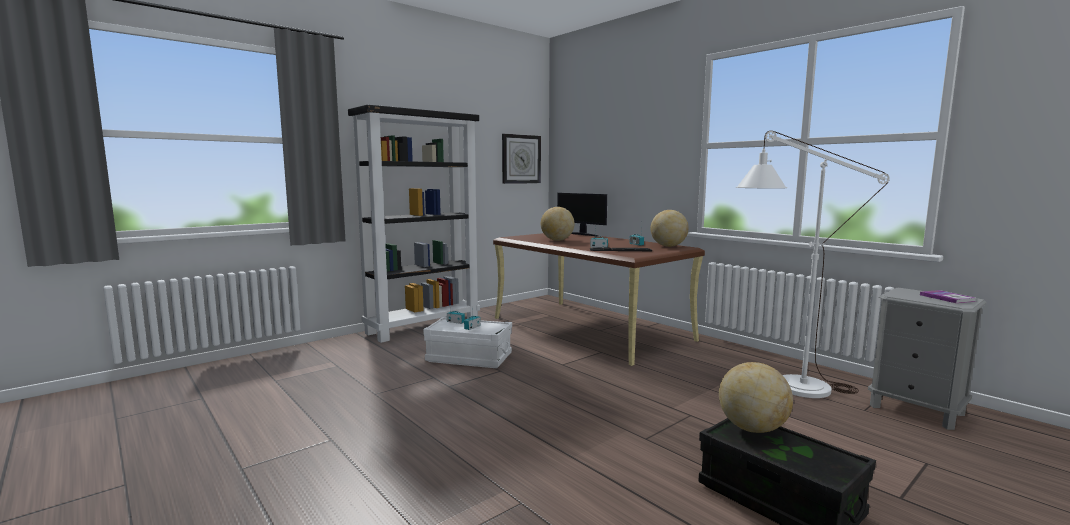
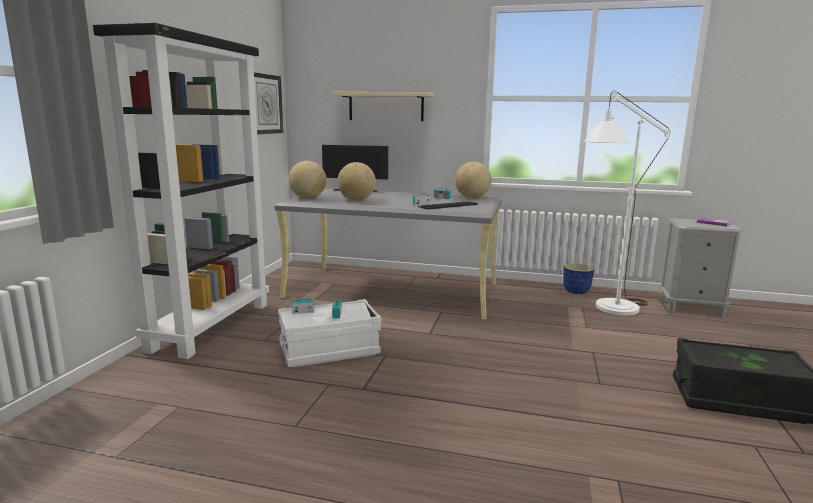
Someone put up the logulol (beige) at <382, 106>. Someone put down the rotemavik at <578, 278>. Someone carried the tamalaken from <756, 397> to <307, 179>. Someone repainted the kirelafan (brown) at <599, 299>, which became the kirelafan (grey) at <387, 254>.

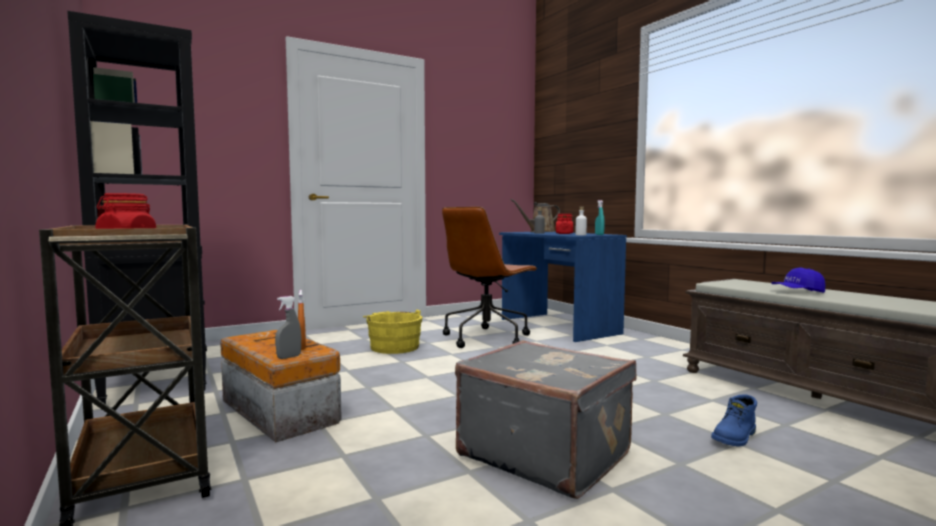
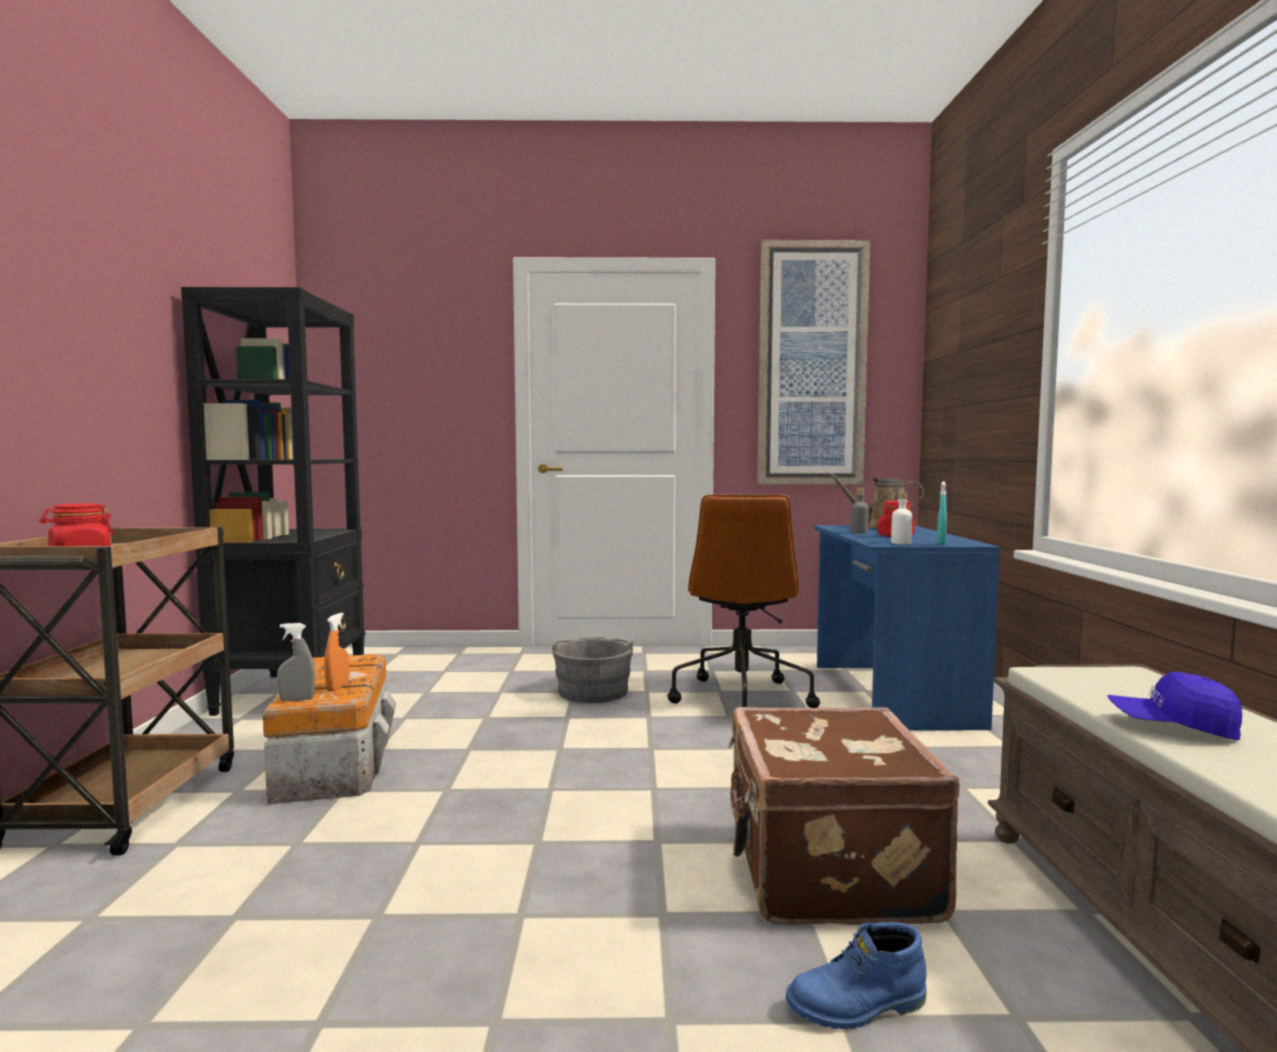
Someone took away the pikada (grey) at <546, 419>. Someone put down the pikada (brown) at <844, 816>. Someone put up the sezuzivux at <813, 362>. Someone repainted the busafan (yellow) at <392, 332>, which became the busafan (grey) at <593, 670>. Someone rotated the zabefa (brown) at <490, 277> by 60 degrees counterclockwise.

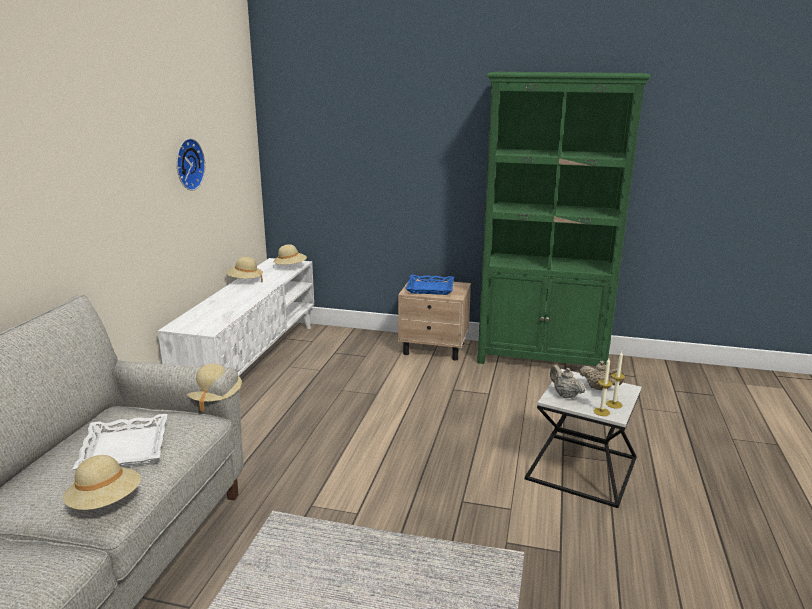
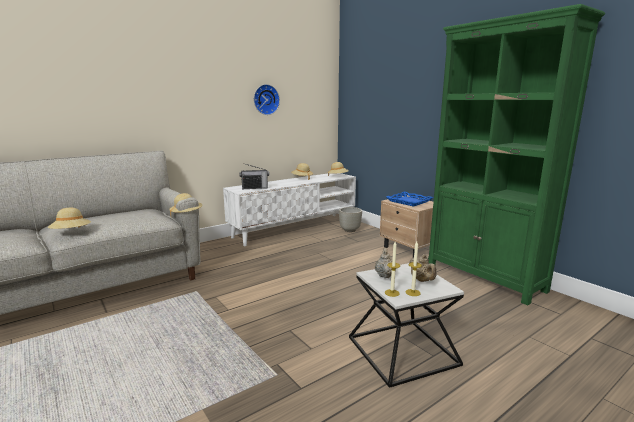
Someone took away the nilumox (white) at <120, 442>. Someone put down the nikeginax at <254, 176>. Someone put down the rotemavik (grey) at <350, 219>.

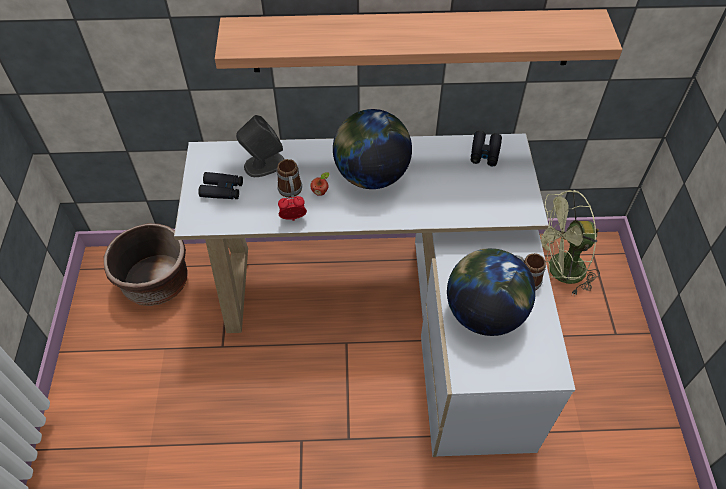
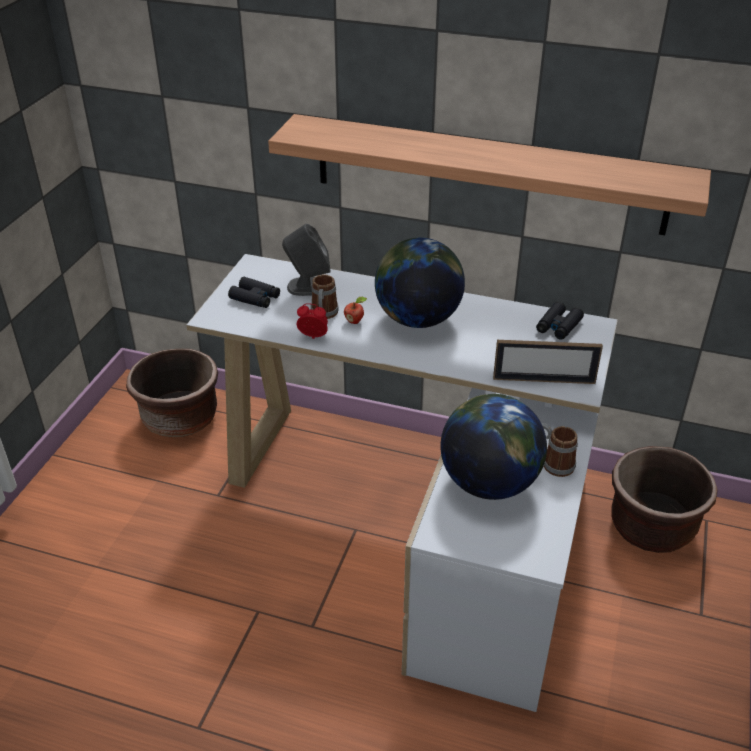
Someone put down the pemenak at <548, 362>. Someone swapped the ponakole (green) at <570, 243> for the rotemavik (brown) at <664, 499>.

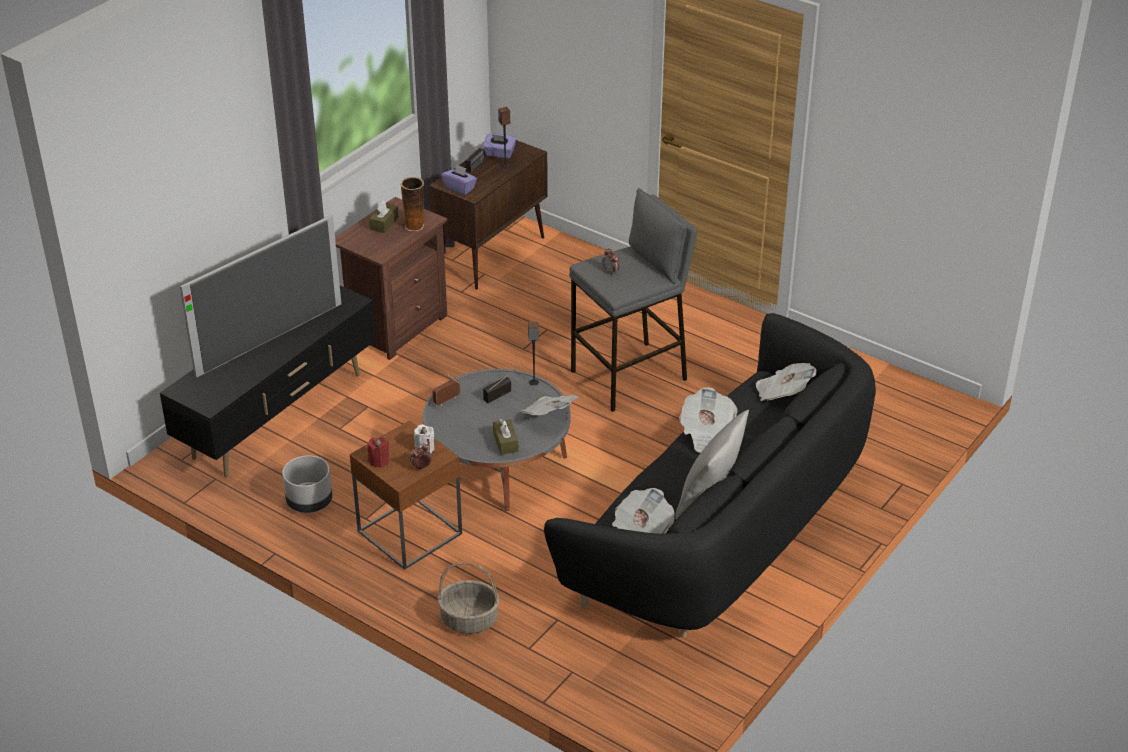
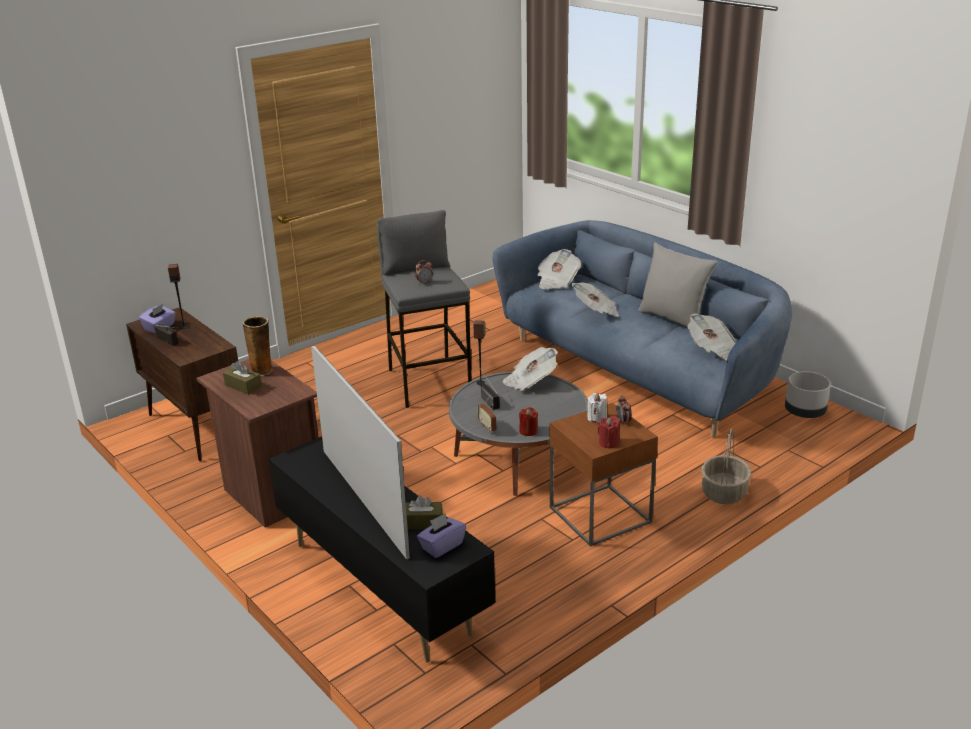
Someone put down the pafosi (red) at <528, 421>. Someone carried the rotemavik (grey) from <307, 484> to <808, 394>. Someone carried the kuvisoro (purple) from <459, 179> to <441, 535>. Someone carried the kuvisoro (brown) from <506, 437> to <424, 512>. Someone repainted the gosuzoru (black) at <710, 475>, which became the gosuzoru (blue) at <642, 329>.

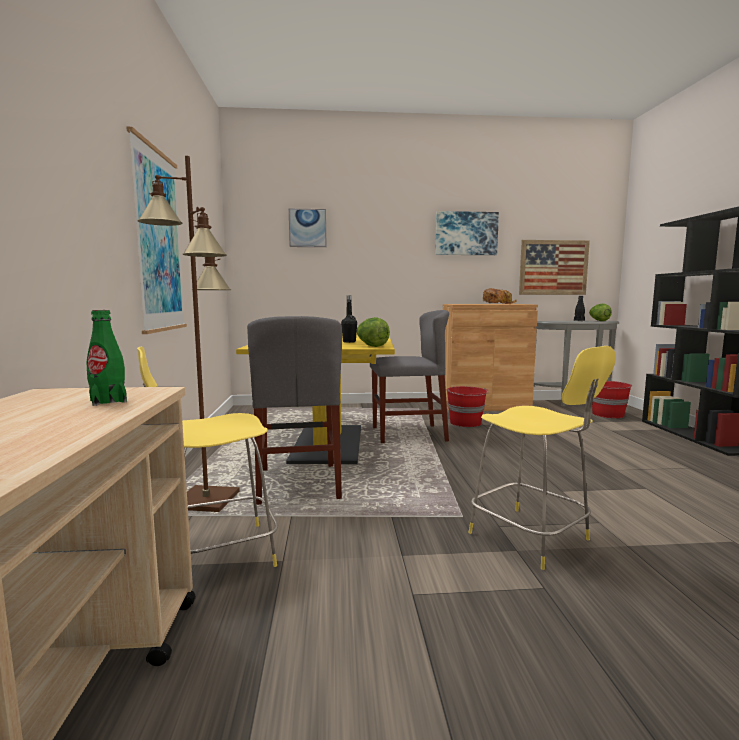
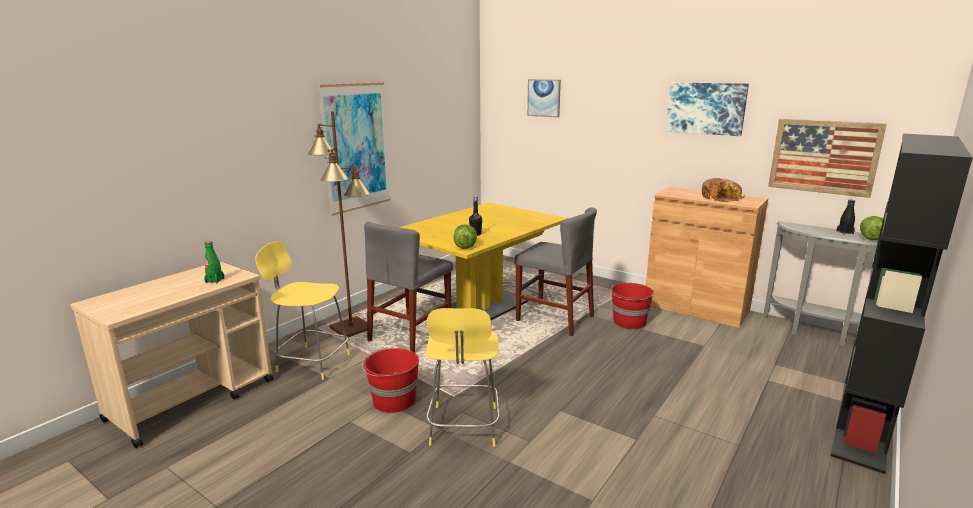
Someone carried the busafan (red) from <612, 399> to <390, 380>.

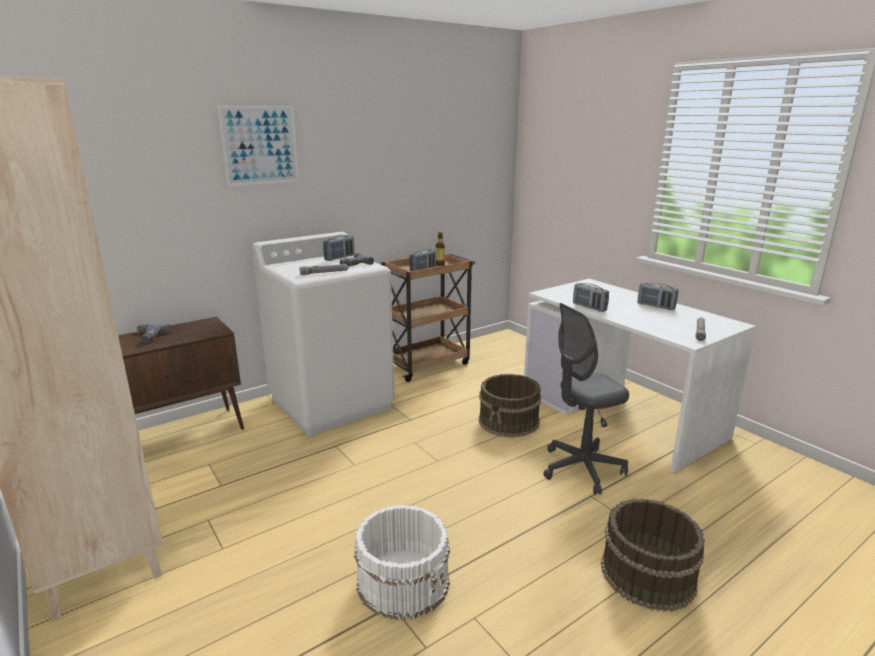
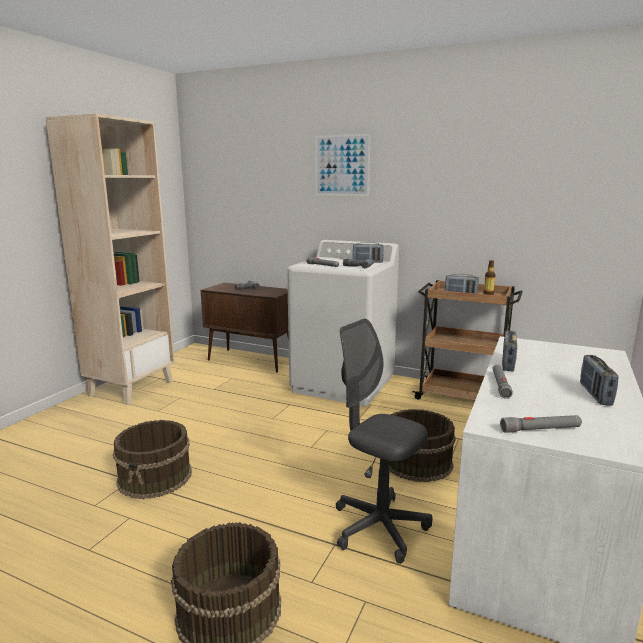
Someone put down the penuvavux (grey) at <502, 381>. Someone repainted the busafan (white) at <402, 562>, which became the busafan (brown) at <152, 459>.

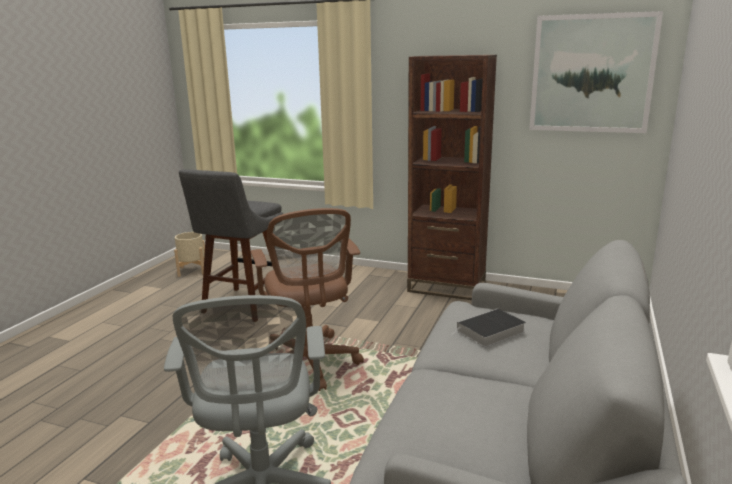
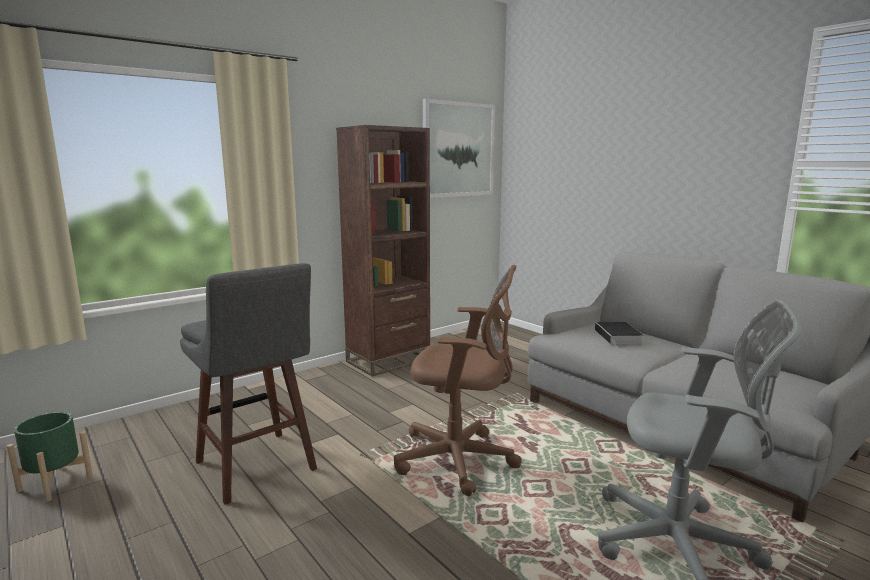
Someone repainted the rotemavik (beige) at <189, 254>, which became the rotemavik (green) at <50, 457>.

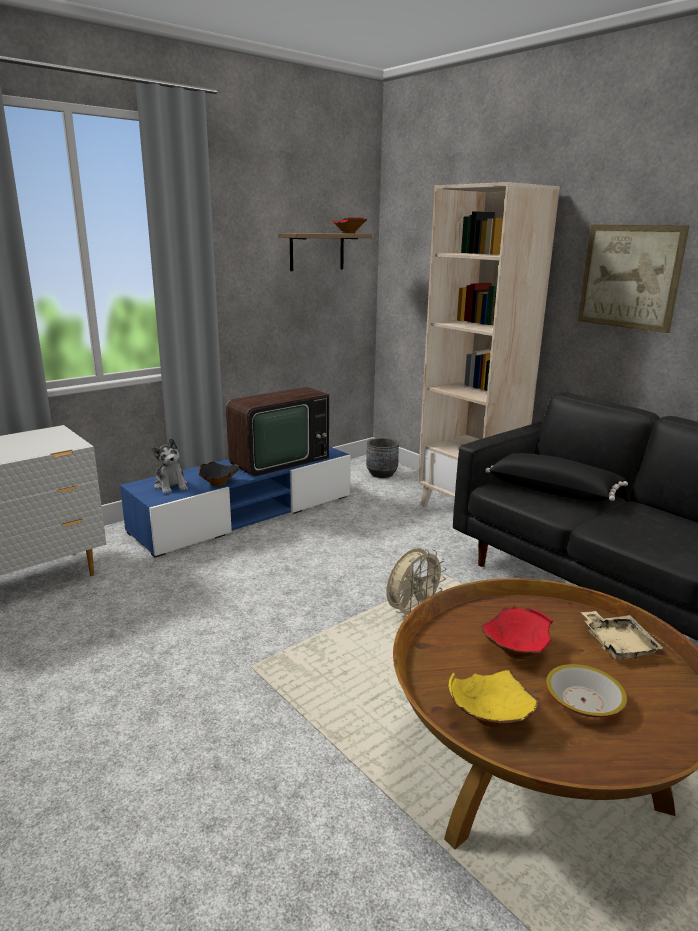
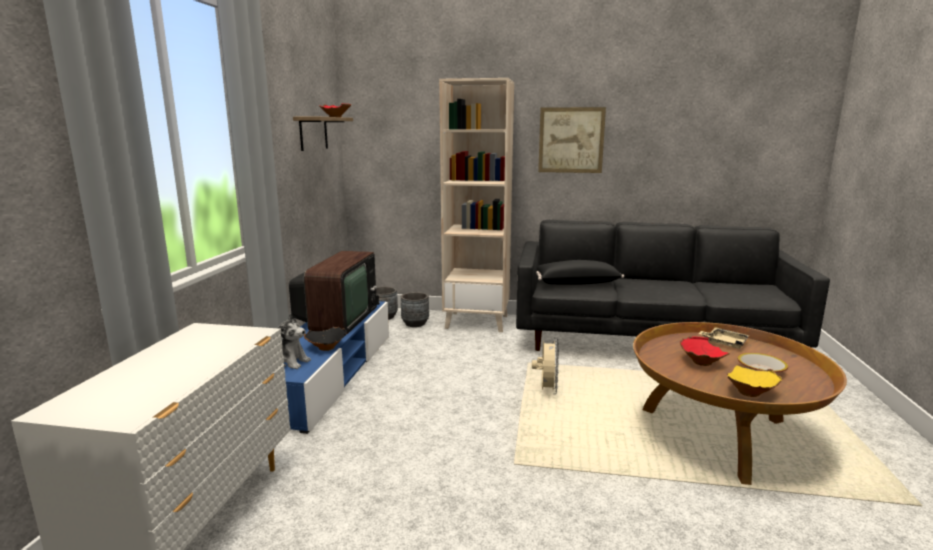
Someone put down the rotemavik (grey) at <415, 309>.

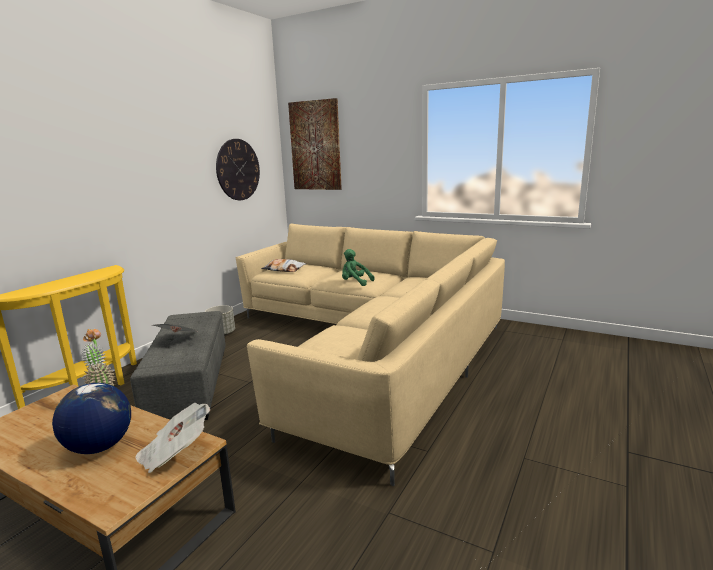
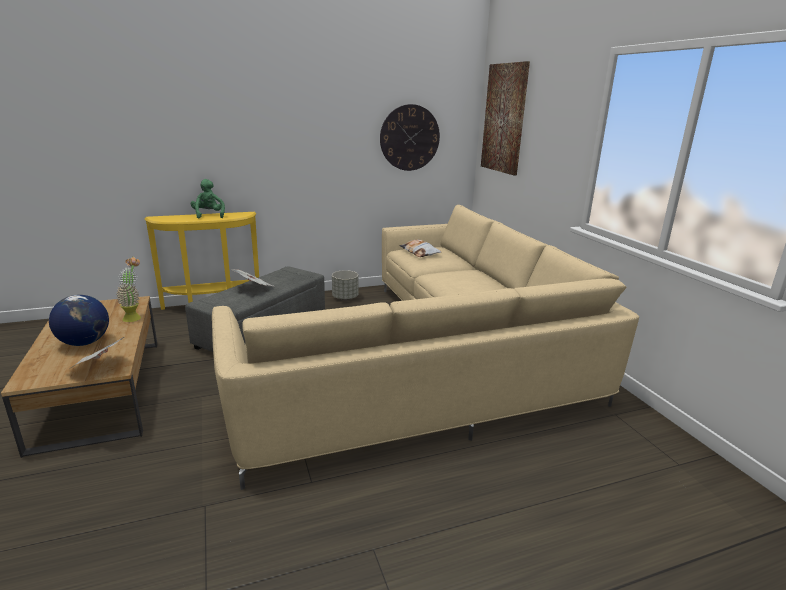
Someone carried the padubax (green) from <358, 267> to <208, 198>.

